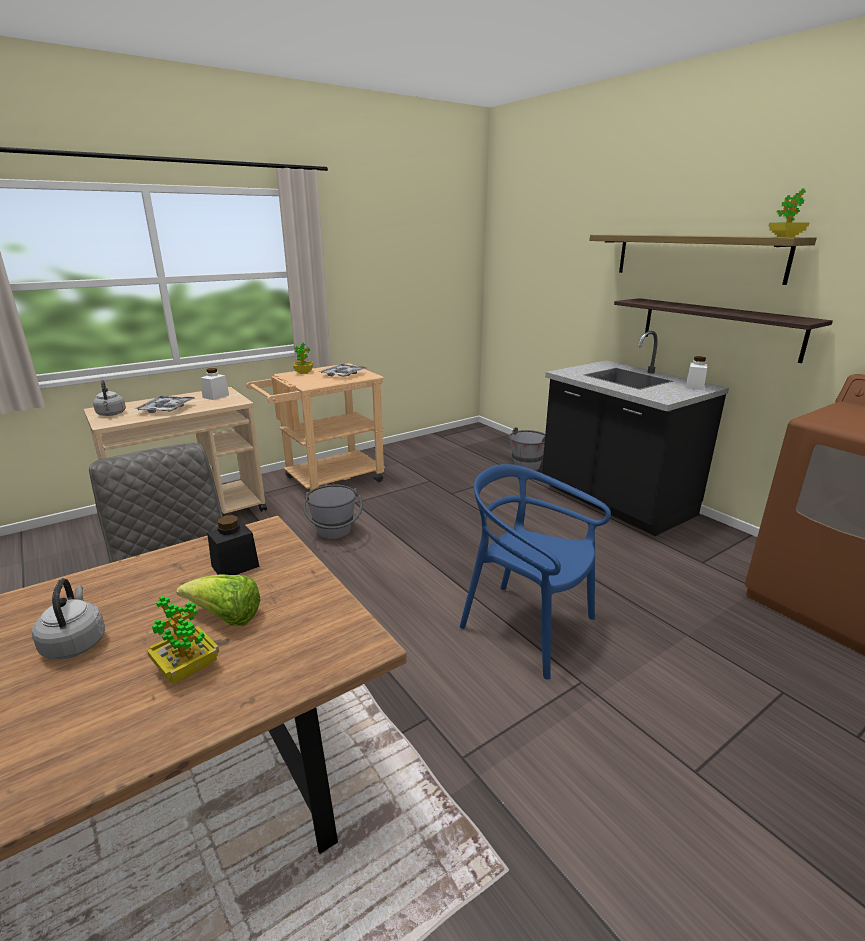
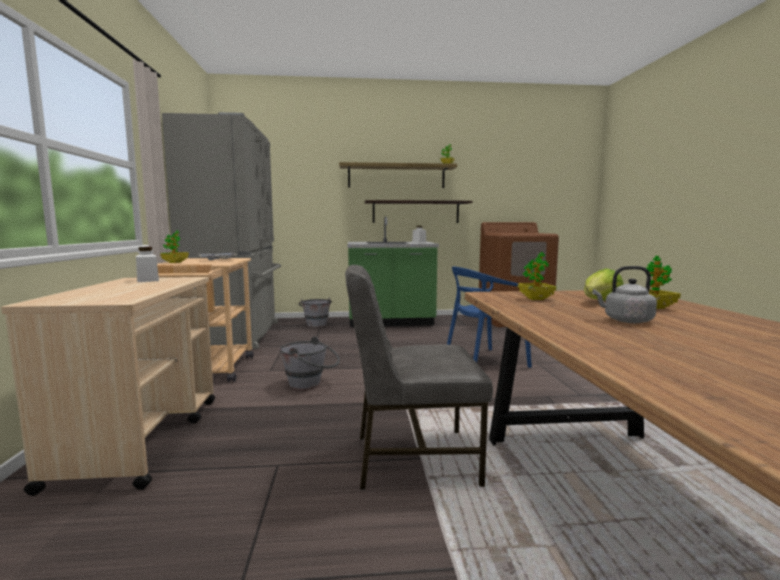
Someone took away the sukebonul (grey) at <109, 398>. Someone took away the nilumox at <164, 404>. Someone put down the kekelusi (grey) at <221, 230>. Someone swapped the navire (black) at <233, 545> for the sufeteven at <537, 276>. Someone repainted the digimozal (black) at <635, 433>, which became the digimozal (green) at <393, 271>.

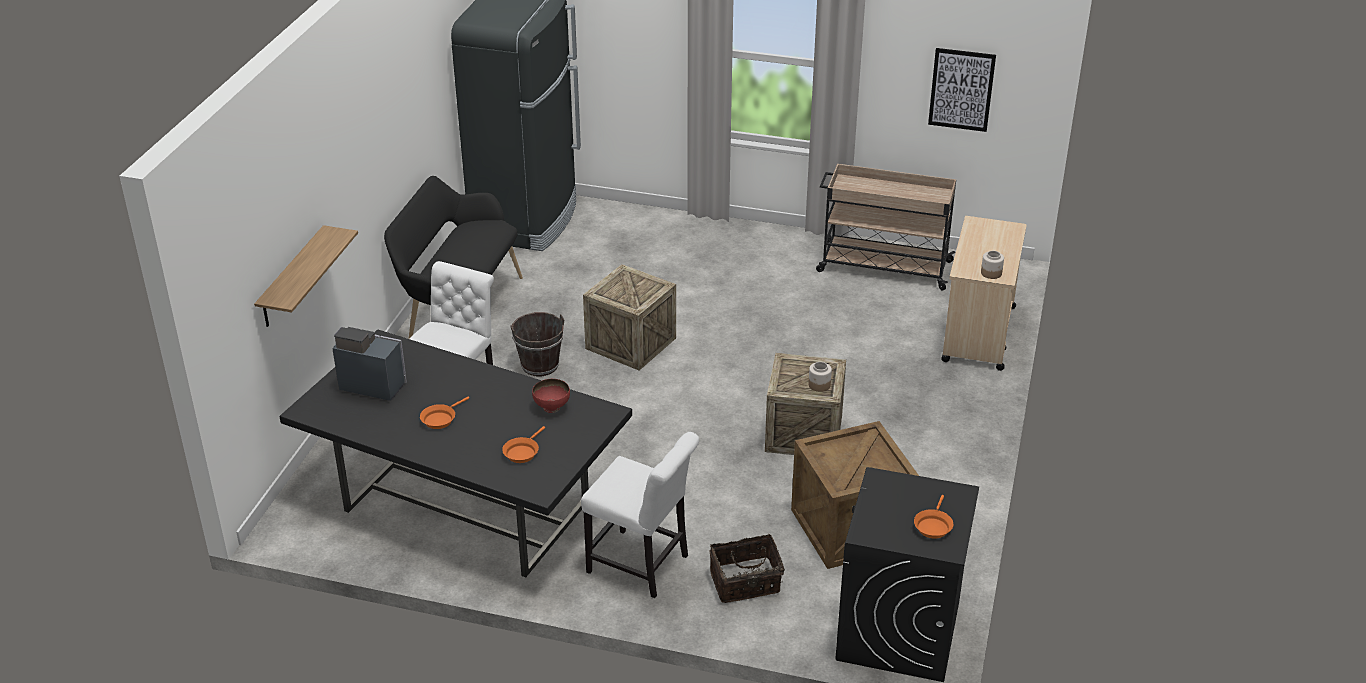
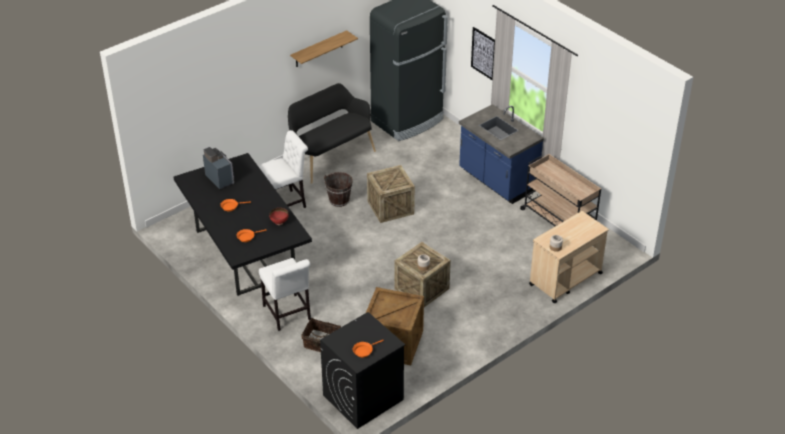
Someone put down the digimozal (blue) at <501, 154>. Someone carried the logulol from <306, 276> to <324, 48>. Someone carried the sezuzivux from <962, 90> to <483, 53>.

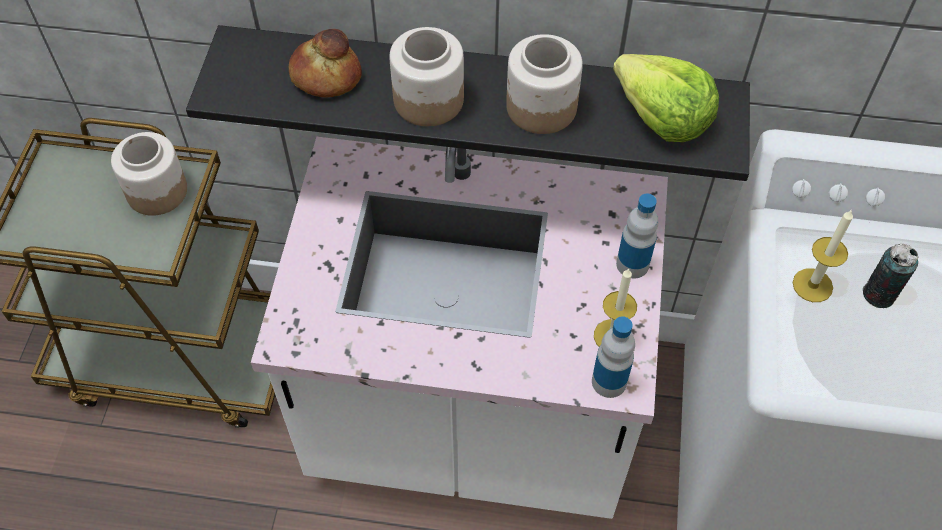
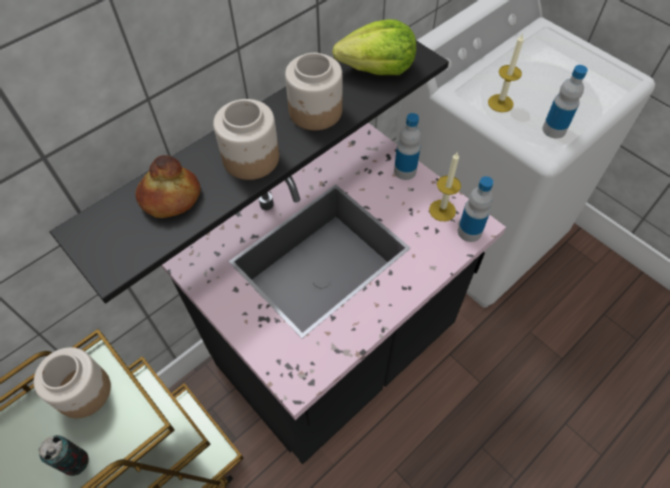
Someone put down the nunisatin at <565, 102>. Someone carried the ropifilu from <891, 276> to <64, 455>. Someone repainted the digimozal (white) at <459, 328>, which became the digimozal (black) at <333, 293>.

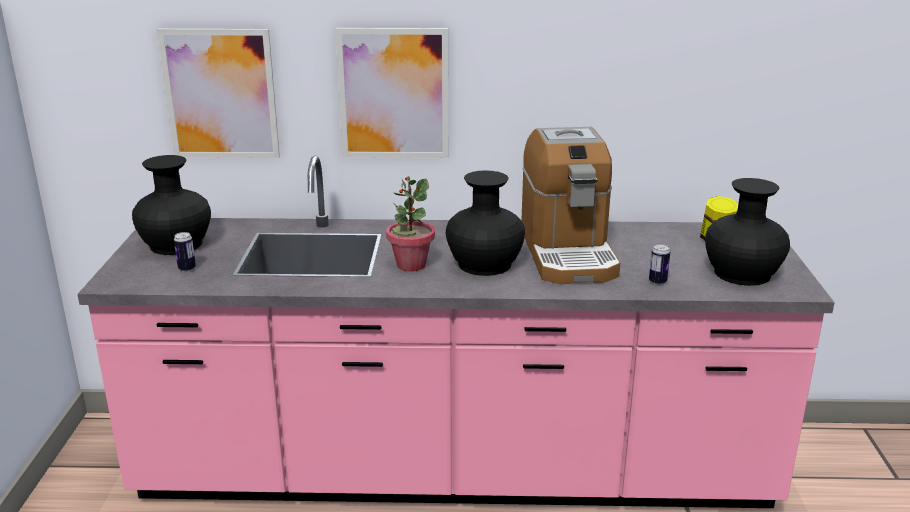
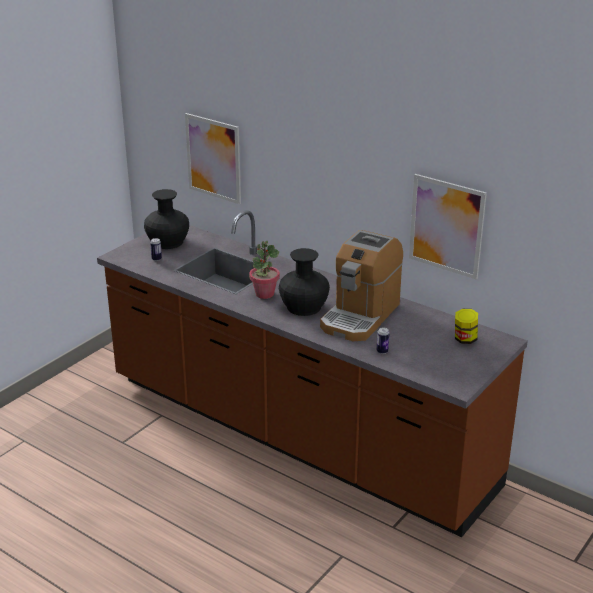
Someone took away the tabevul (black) at <747, 232>. Someone carried the sezuzivux from <391, 93> to <448, 227>. Someone repainted the digimozal (pink) at <456, 332>, which became the digimozal (brown) at <312, 373>.

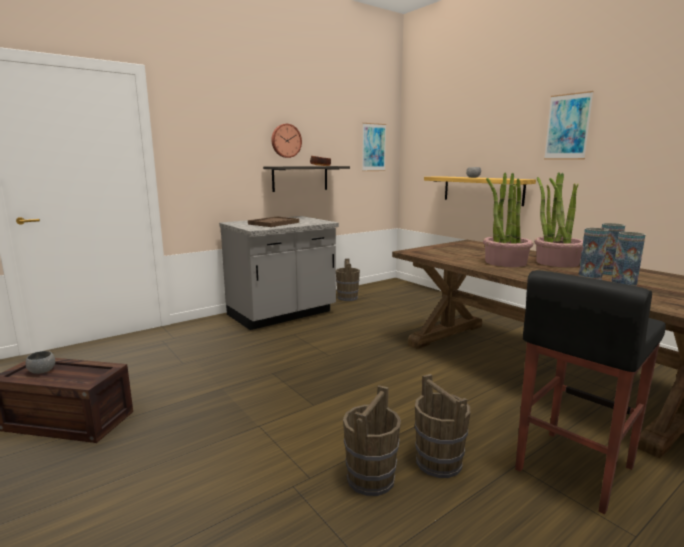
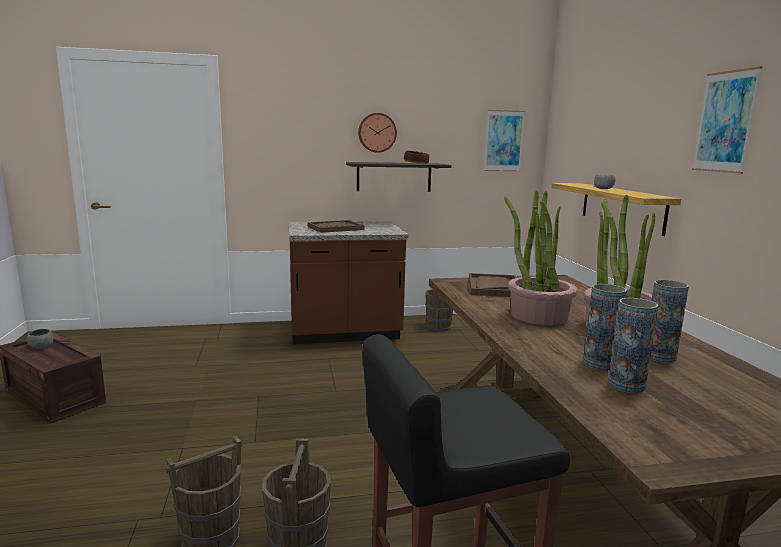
Someone put down the nilumox (brown) at <493, 285>. Someone repainted the digimozal (grey) at <279, 273>, which became the digimozal (brown) at <348, 282>.

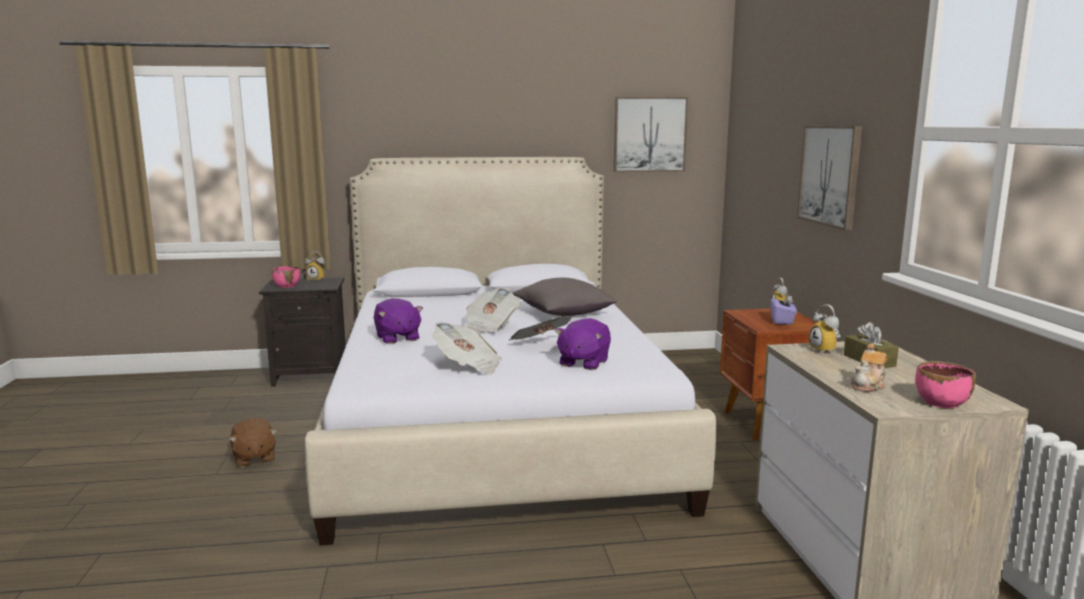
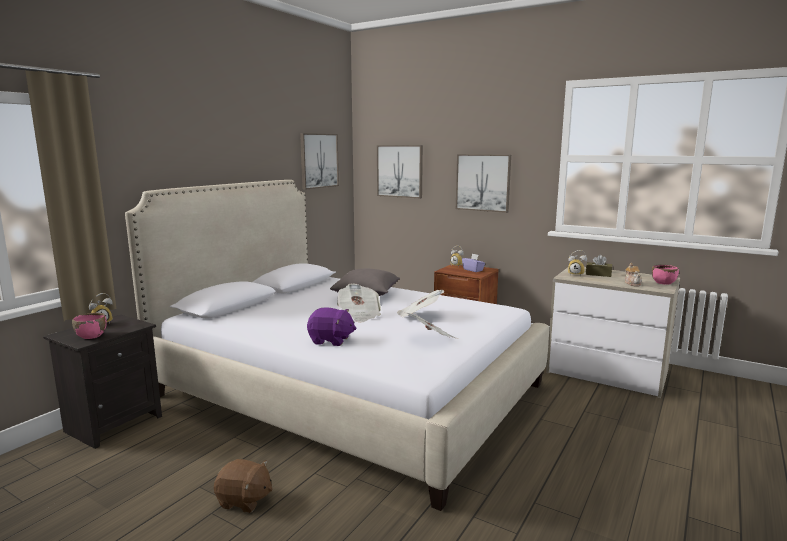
Someone took away the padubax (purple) at <583, 344>. Someone put up the sezuzivux at <400, 171>.

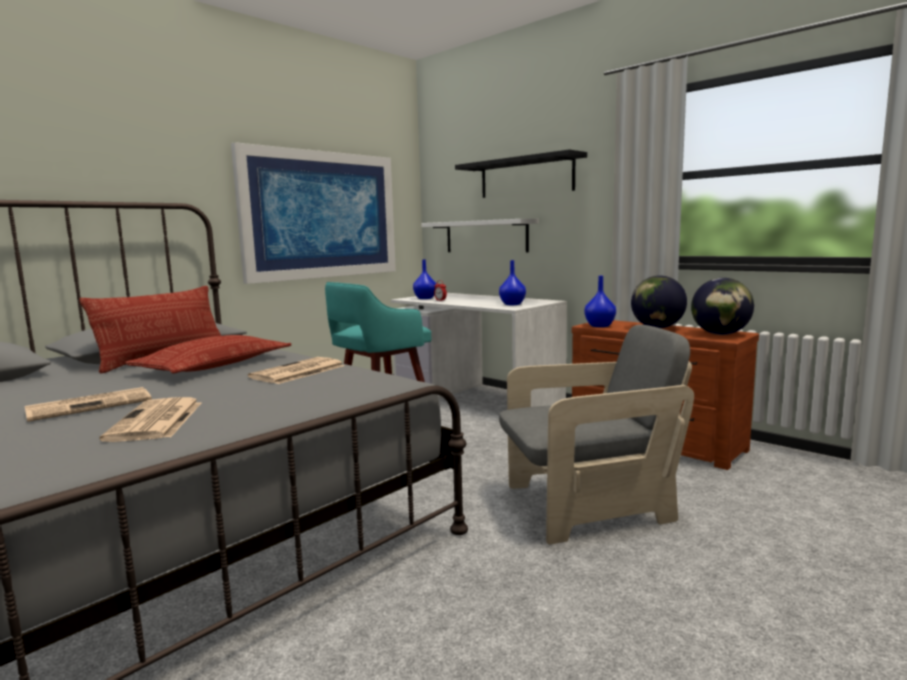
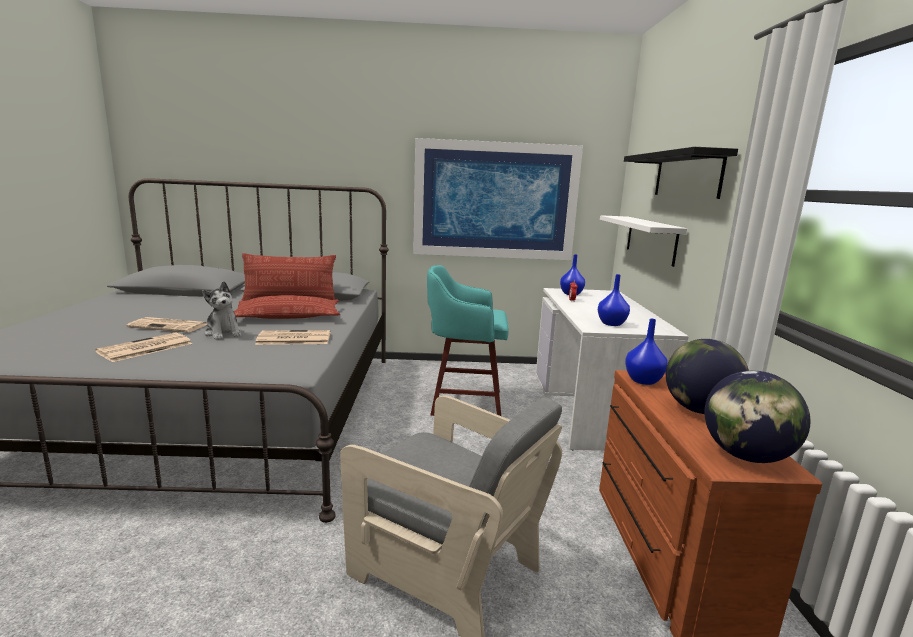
Someone put down the padubax at <221, 310>.

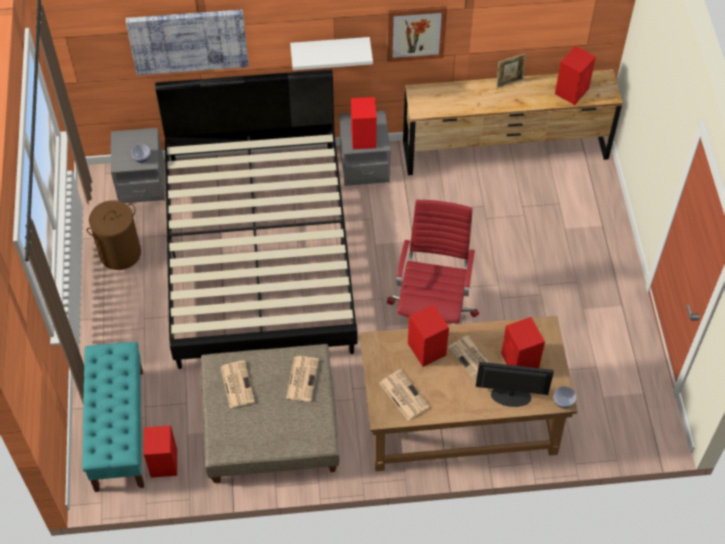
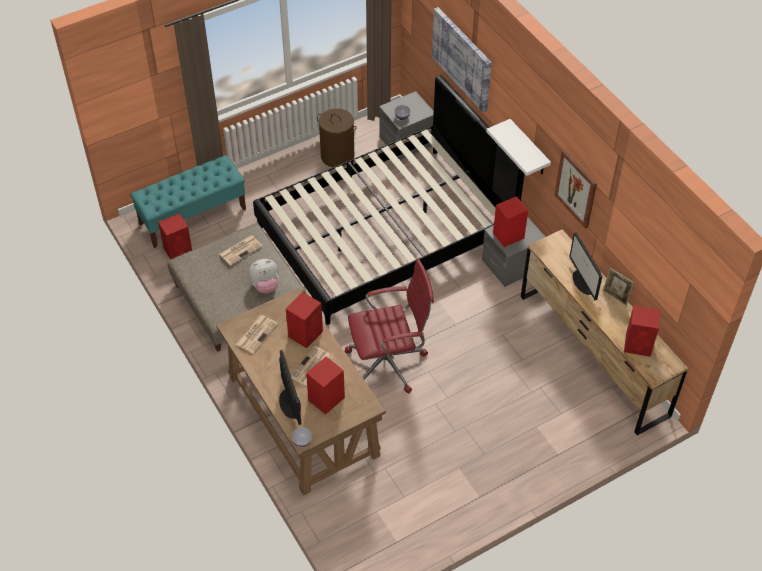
Someone put down the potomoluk at <586, 266>. Someone swapped the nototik at <302, 378> for the padubax at <263, 276>.

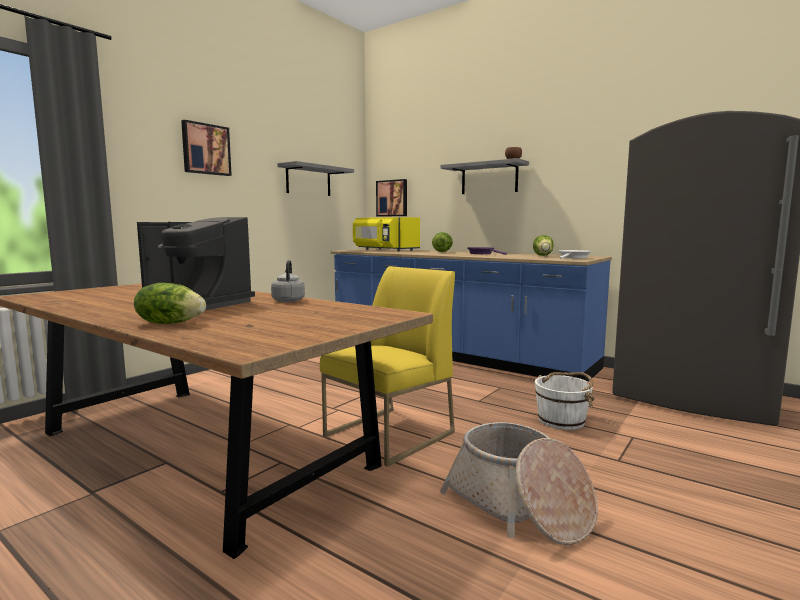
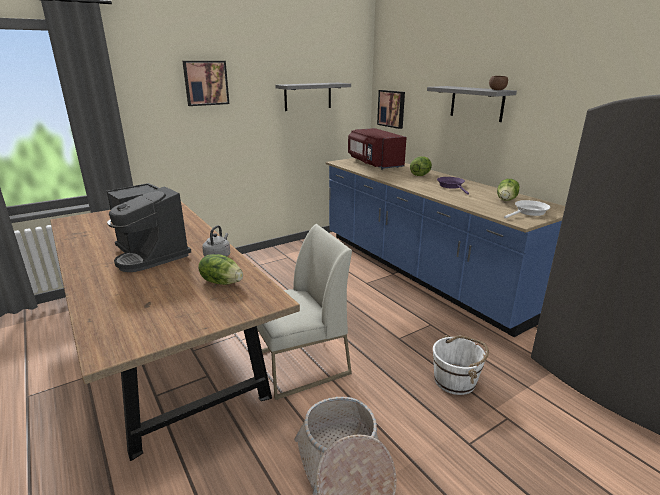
Someone carried the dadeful from <170, 303> to <220, 269>. Someone repainted the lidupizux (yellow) at <387, 366>, which became the lidupizux (white) at <304, 312>. Someone repainted the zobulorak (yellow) at <386, 234>, which became the zobulorak (red) at <377, 148>.

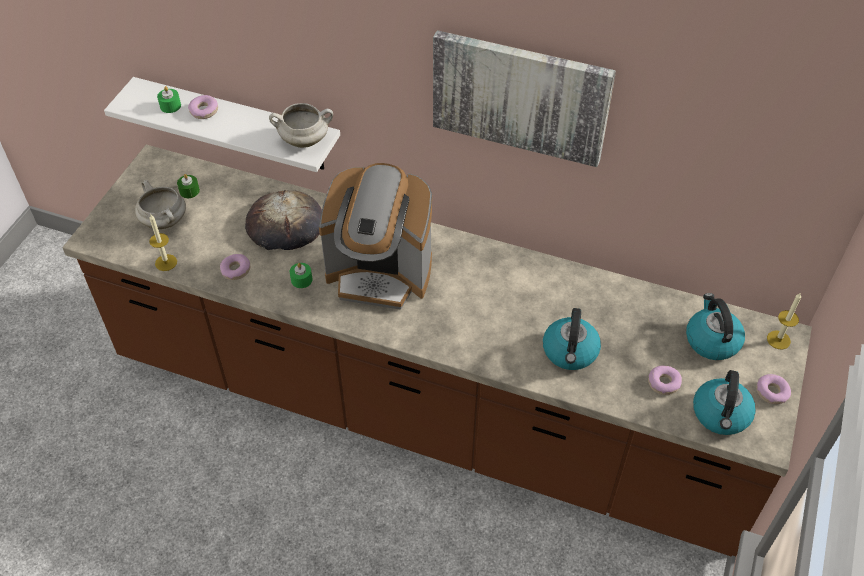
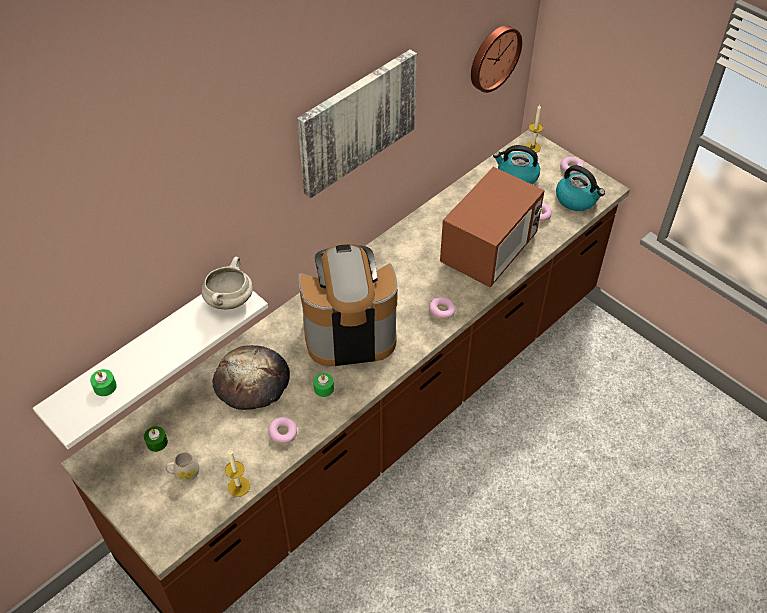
Someone put up the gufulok at <496, 59>. Someone carried the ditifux from <203, 107> to <442, 308>. Someone swapped the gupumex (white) at <160, 204> for the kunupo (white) at <182, 466>. Someone swapped the sukebonul at <572, 339> for the zobulorak at <492, 227>. Someone rotated the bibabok at <375, 236> by 135 degrees counterclockwise.

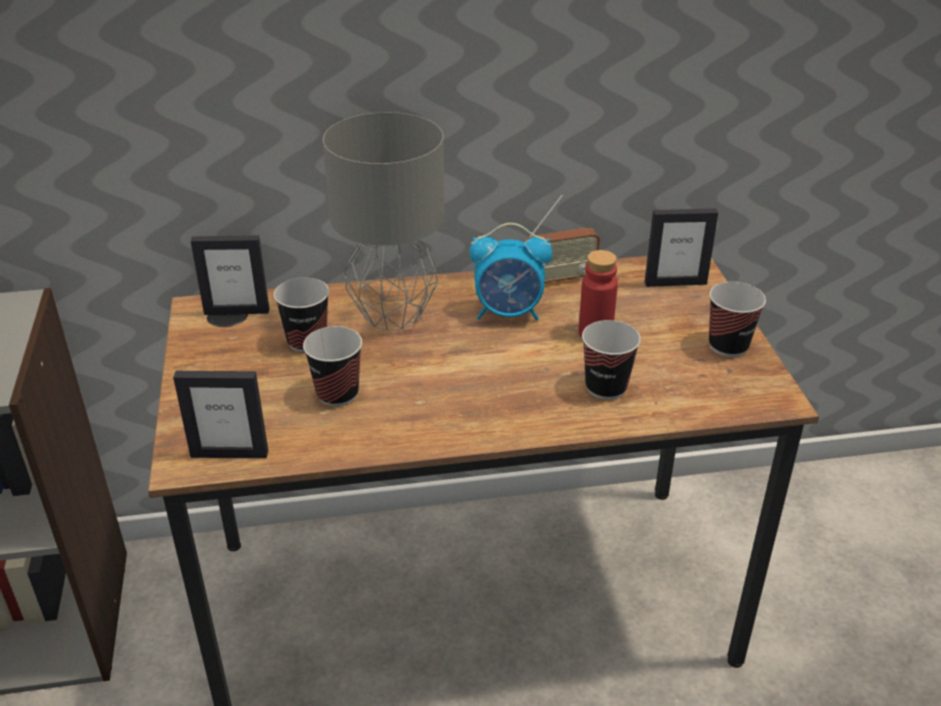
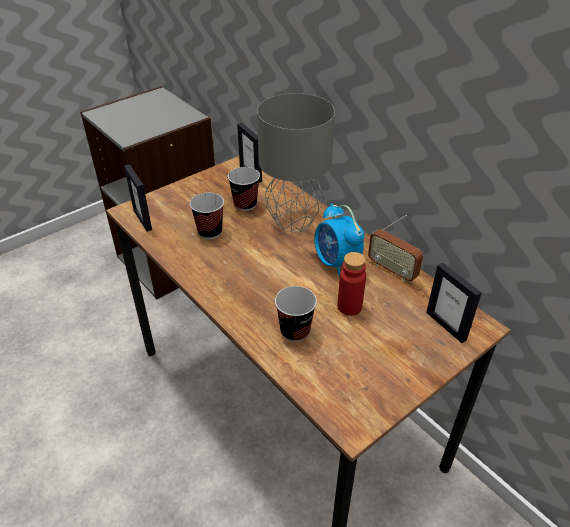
Someone took away the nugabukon at <737, 319>.

